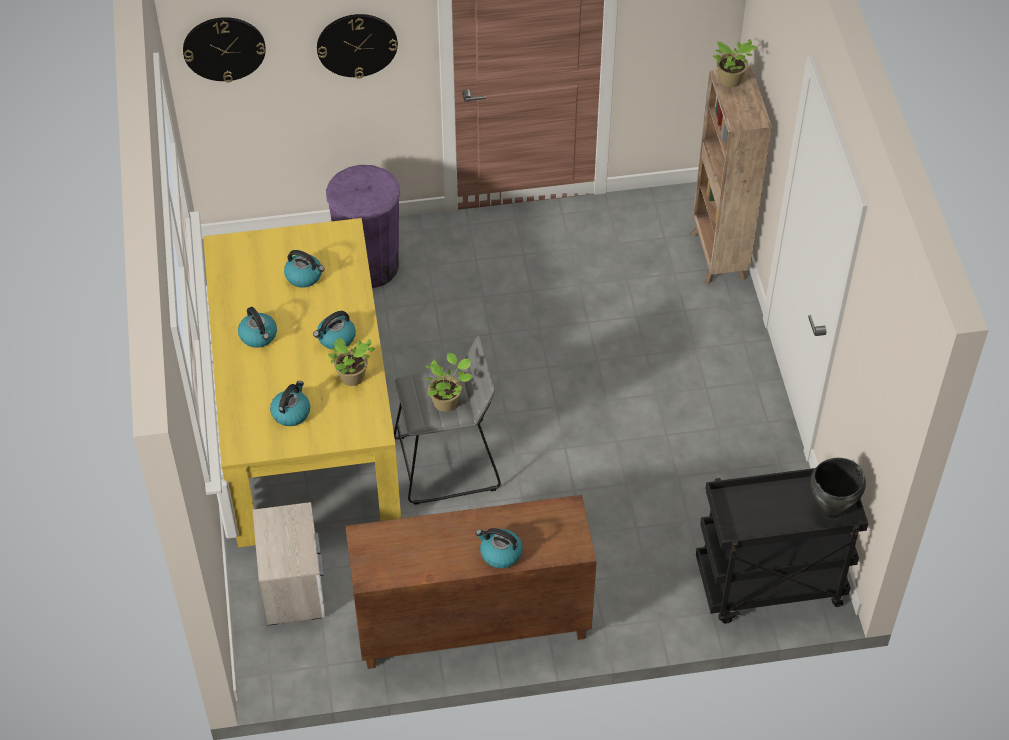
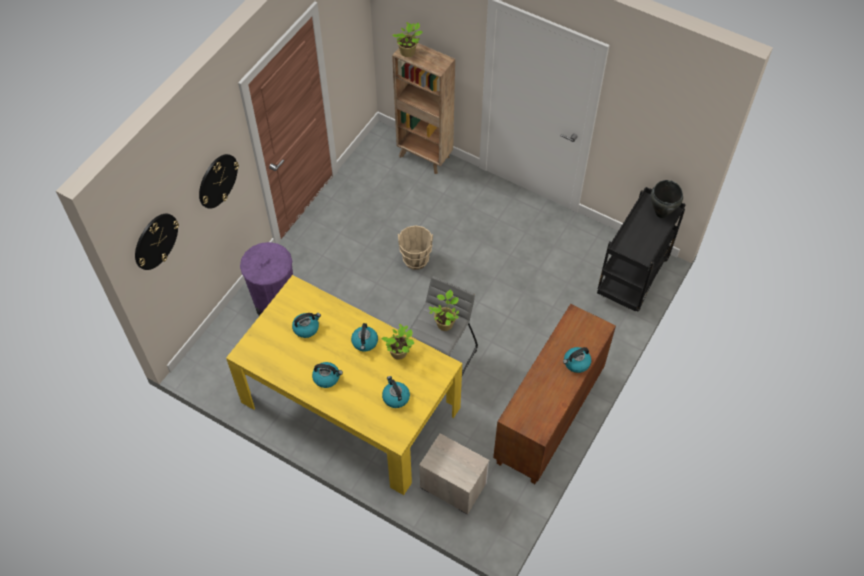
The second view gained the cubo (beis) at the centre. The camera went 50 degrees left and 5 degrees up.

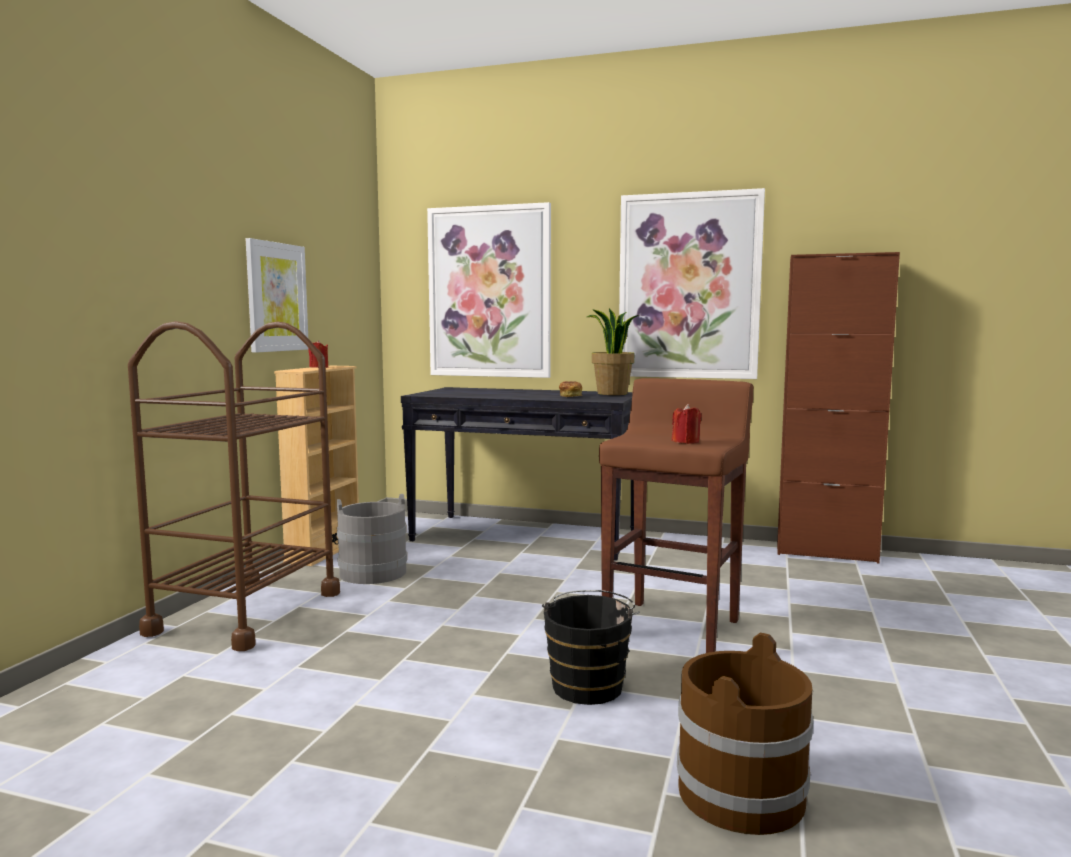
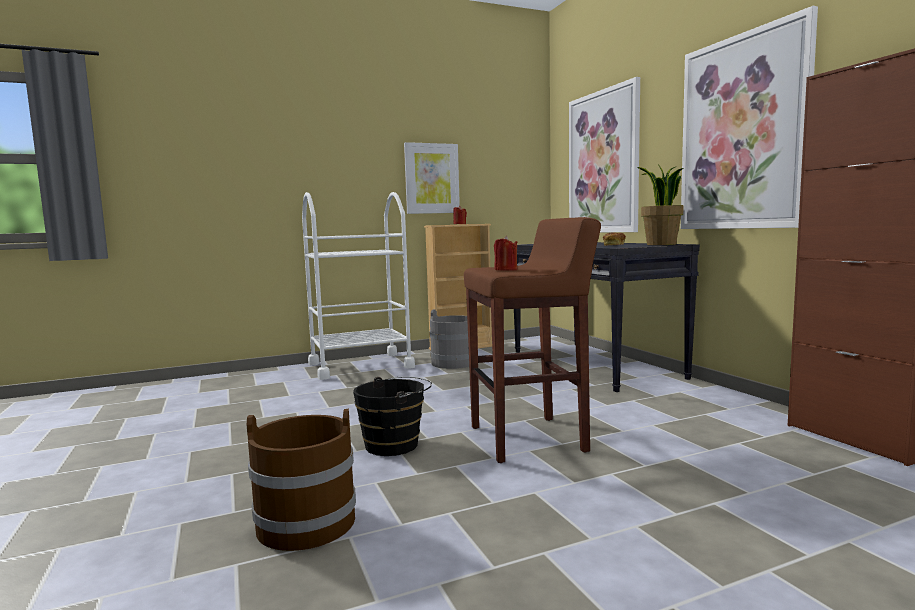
What was the carrito (marrón) at the middle left turned into the carrito (blanco) at the centre. The camera went 50 degrees right and 0 degrees up.

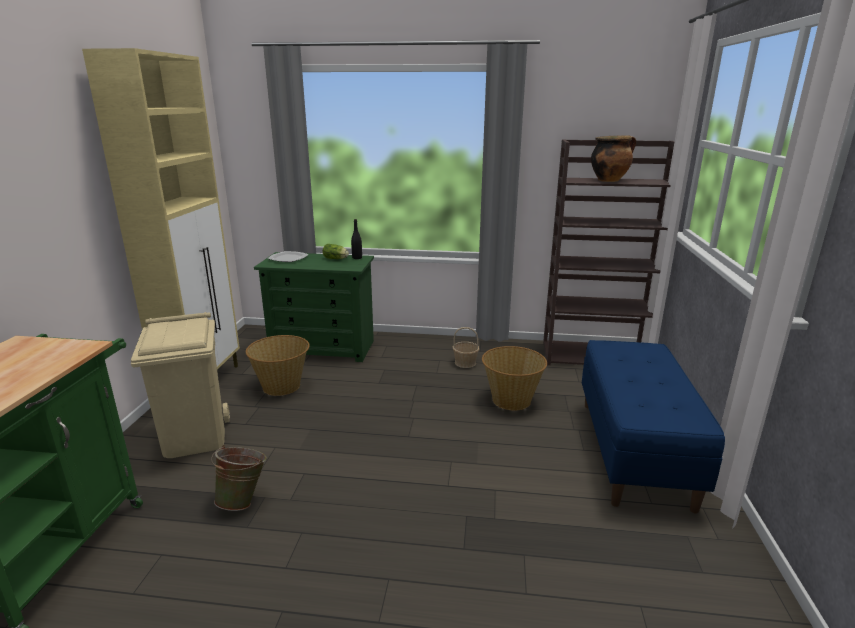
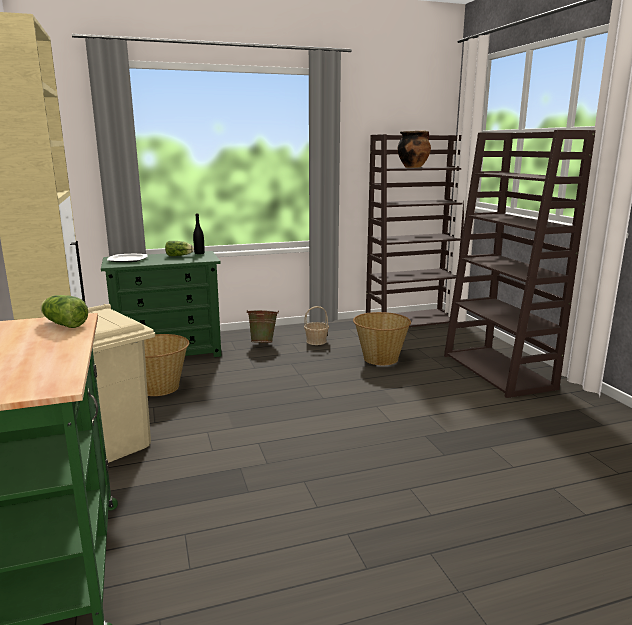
The second view gained the lechuga (1st from left) at the middle left. The cubo (verde) ended up elsewhere, having gone from the bottom left to the centre. Where the banco (azul) stood at the bottom right, the estantería (marrón) (2nd from left) came to stand at the middle right. The camera went 25 degrees left and 5 degrees down.

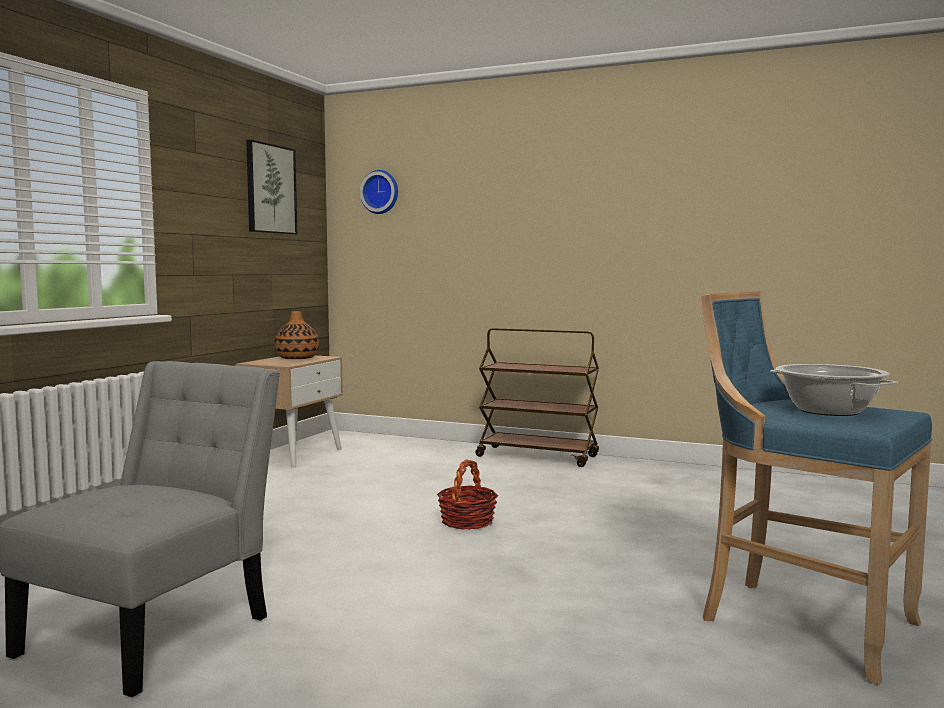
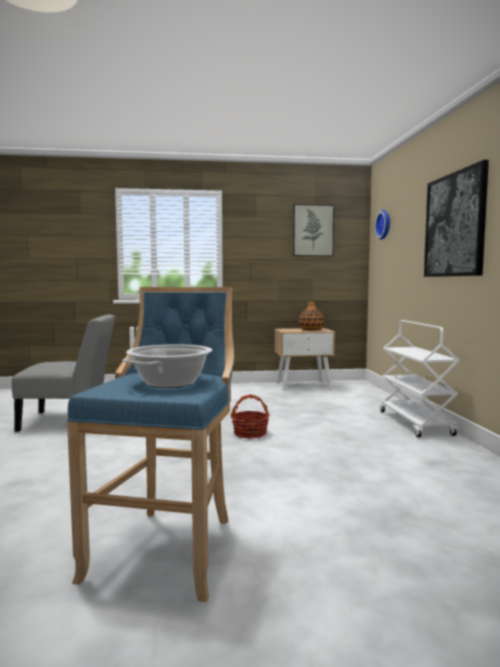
The second view gained the cuadro (2nd from left) at the top right. What was the carrito (marrón) at the centre turned into the carrito (blanco) at the middle right. The camera went 60 degrees right and 0 degrees up.

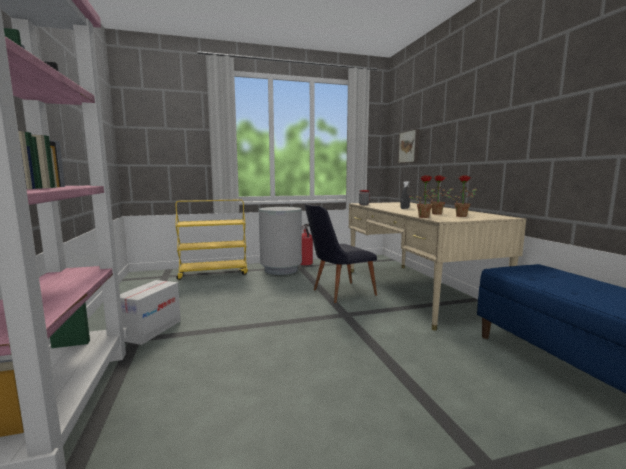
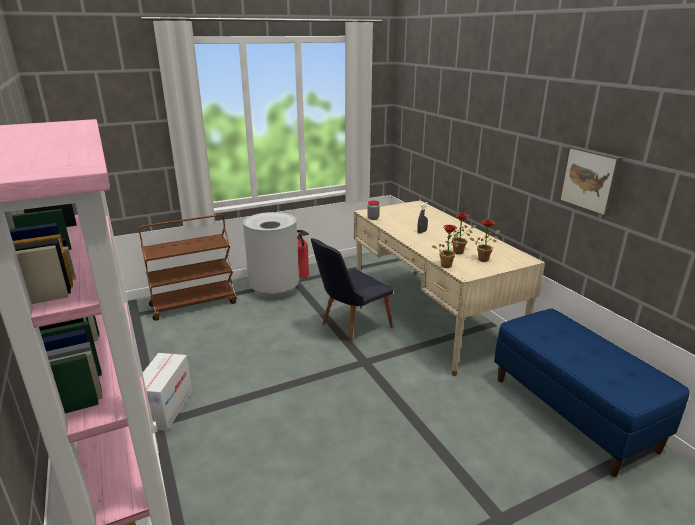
The cuadro ended up elsewhere, having gone from the top centre to the middle right. What was the carrito (amarillo) at the centre turned into the carrito (marrón) at the middle left. The camera went 10 degrees left and 15 degrees up.

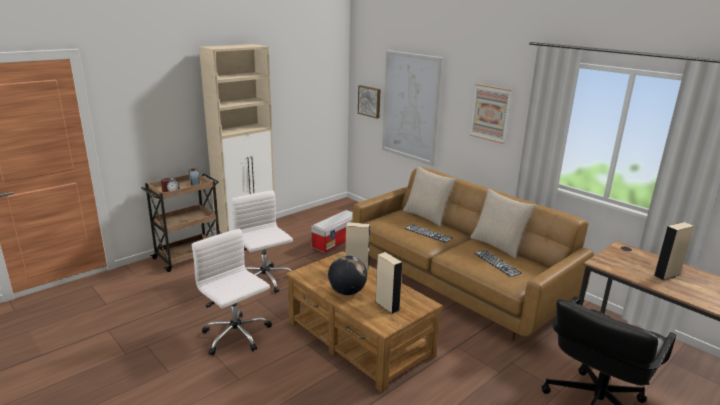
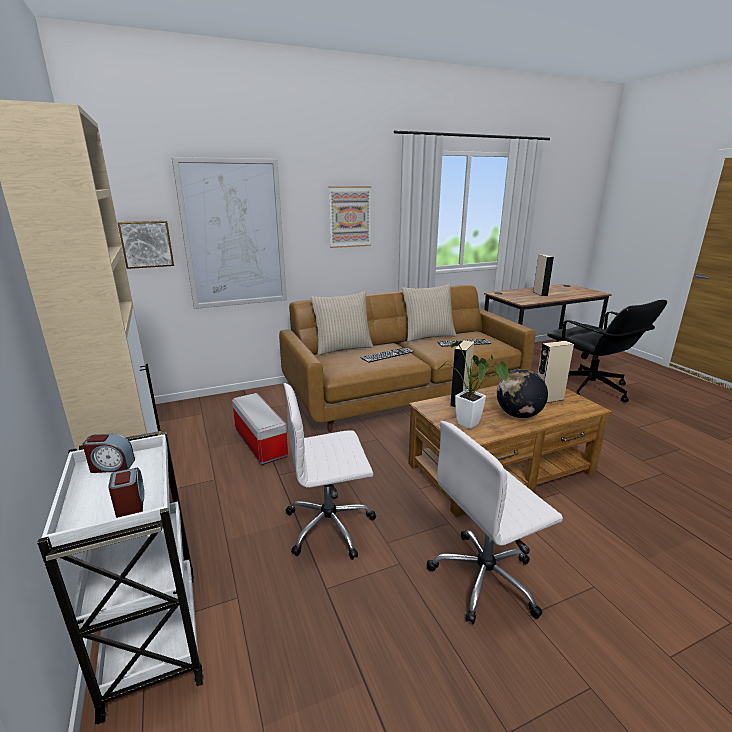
The second view gained the planta en maceta at the centre. What was the carrito (marrón) at the middle left turned into the carrito (blanco) at the bottom left. The camera went 70 degrees left and 0 degrees up.

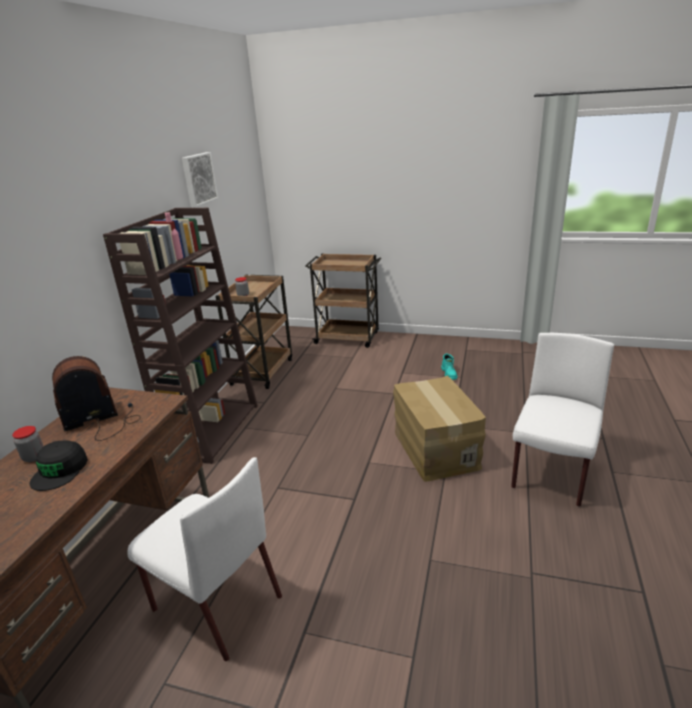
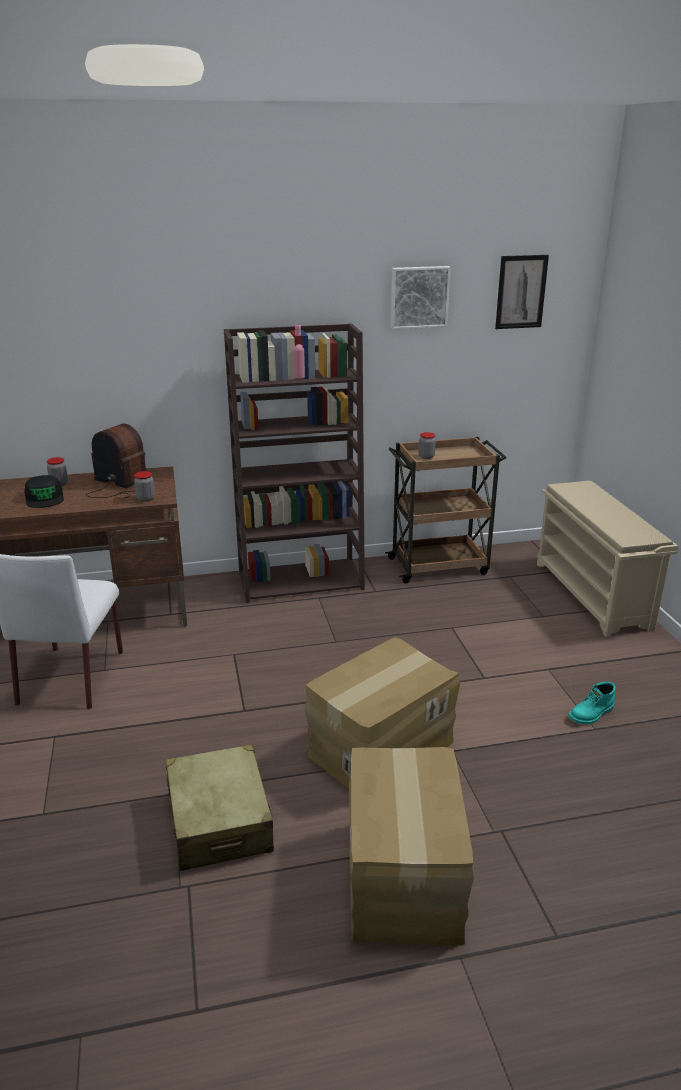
The second view gained the tarro (2nd from left) at the middle left. The second view gained the maleta (beis) at the bottom left. The second view gained the cuadro (2nd from left) at the top right. Where the carrito (marrón) (2nd from left) stood at the centre, the zapatero (beis) came to stand at the middle right. Where the silla (blanco) (2nd from left) stood at the middle right, the caja de cartón (2nd from left) came to stand at the bottom centre. The gorra (negro) at the middle left ended up facing another way, 90 degrees counterclockwise from before. The camera went 60 degrees right and 0 degrees up.

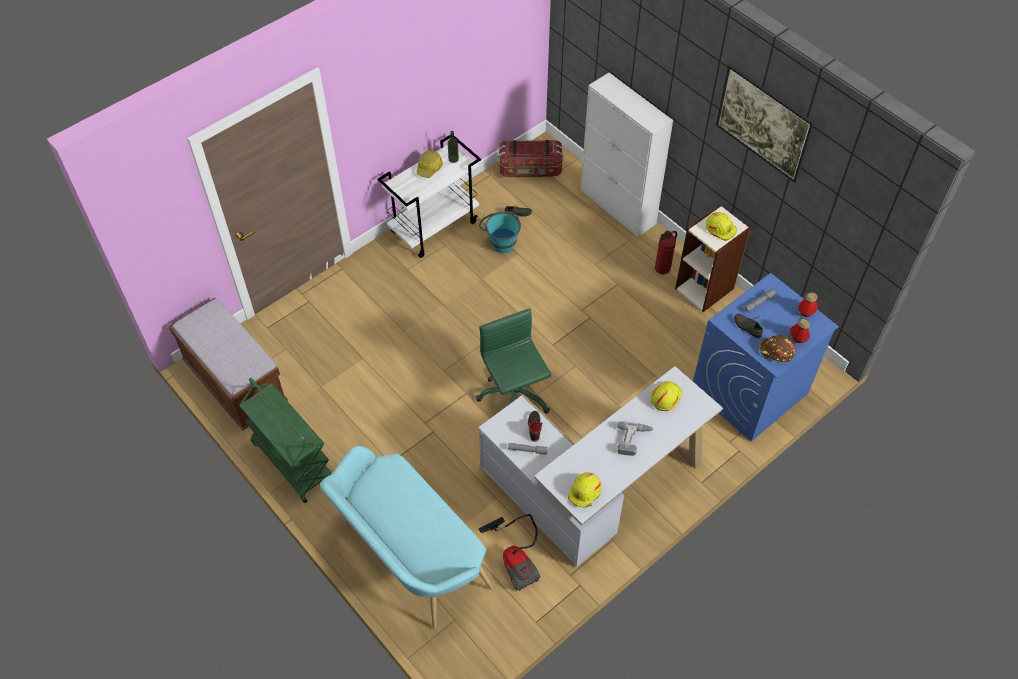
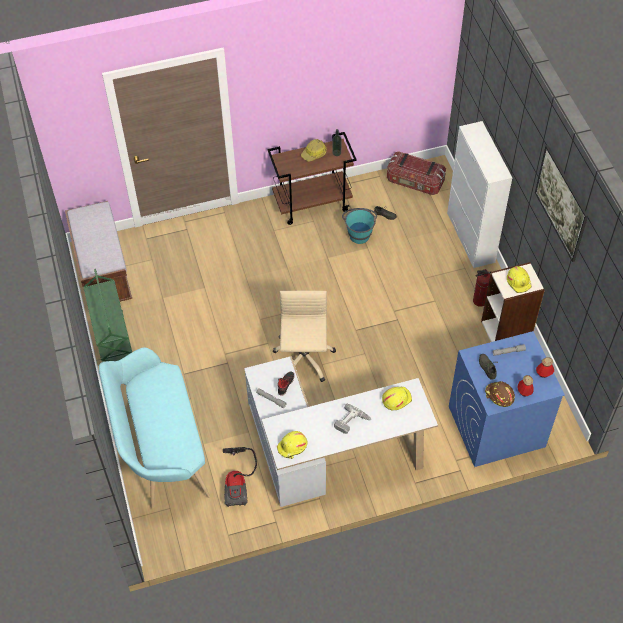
What was the carrito (blanco) at the top centre turned into the carrito (marrón) at the top centre. What was the silla de oficina (verde) at the centre turned into the silla de oficina (beis) at the centre. The camera went 25 degrees right and 0 degrees up.

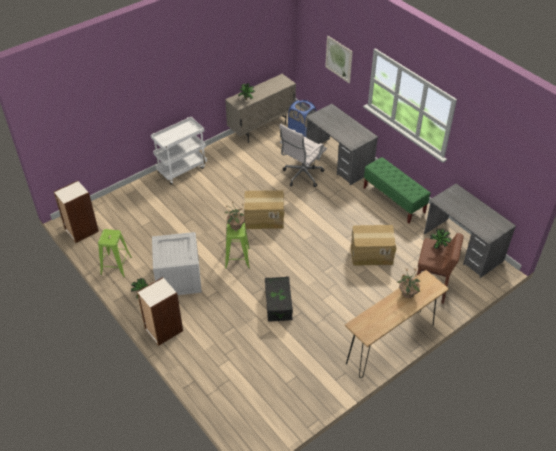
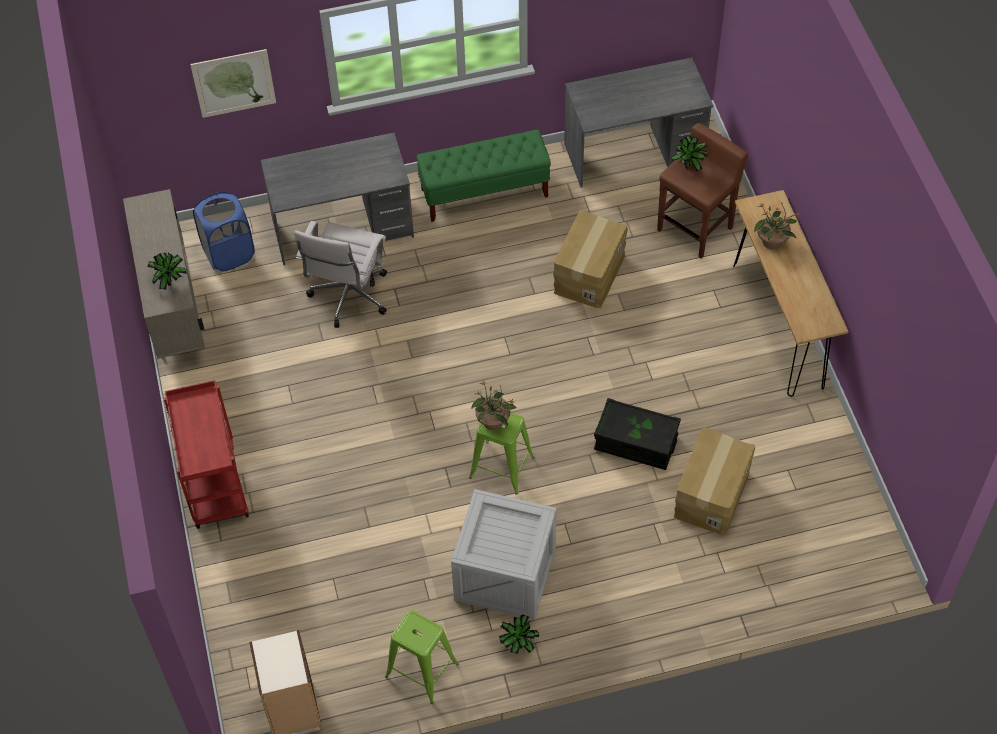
The second view lost the estantería (2nd from left) at the bottom left. The caja de cartón (1st from left in the first image) ended up elsewhere, having gone from the centre to the middle right. What was the carrito (blanco) at the middle left turned into the carrito (rojo) at the middle left. The silla de oficina (blanco) at the centre ended up facing another way, 45 degrees clockwise from before. The camera went 65 degrees left and 10 degrees up.

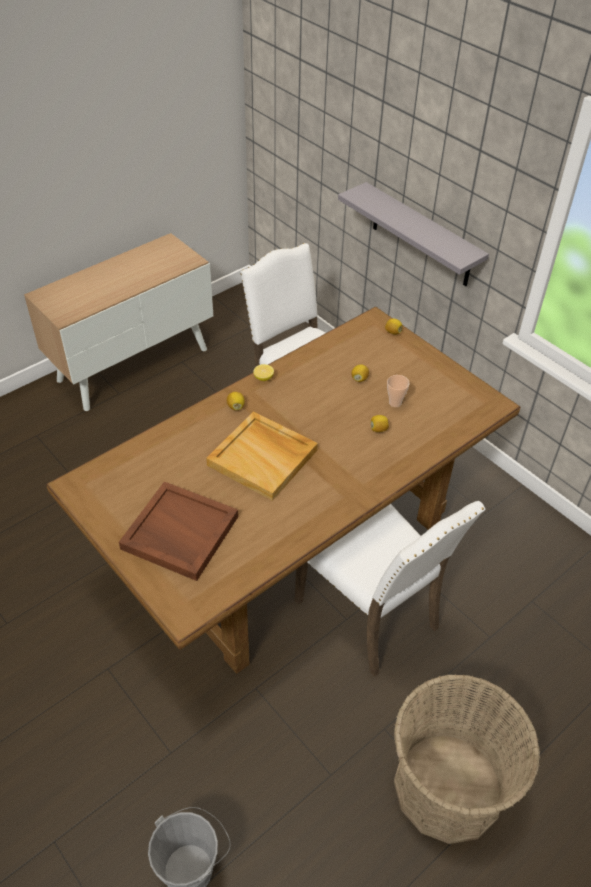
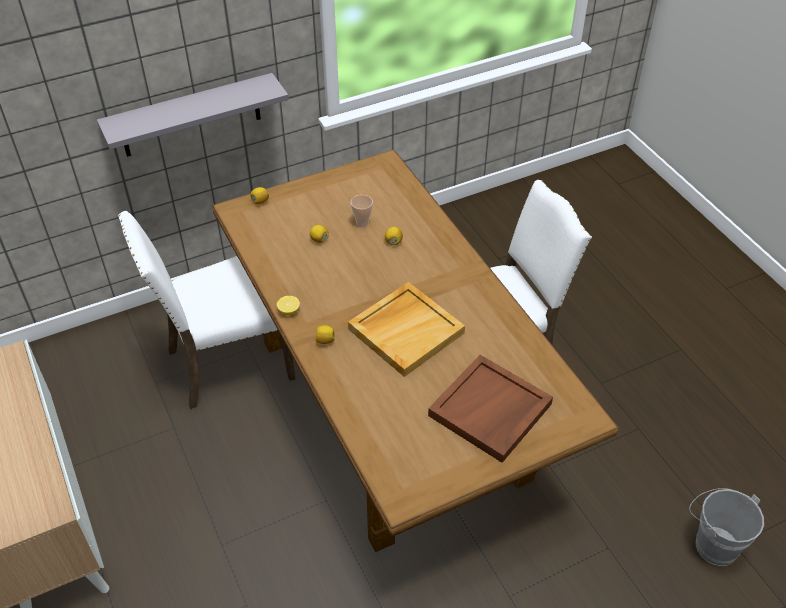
The second view lost the cesta at the bottom right. The camera went 75 degrees left and 0 degrees up.

